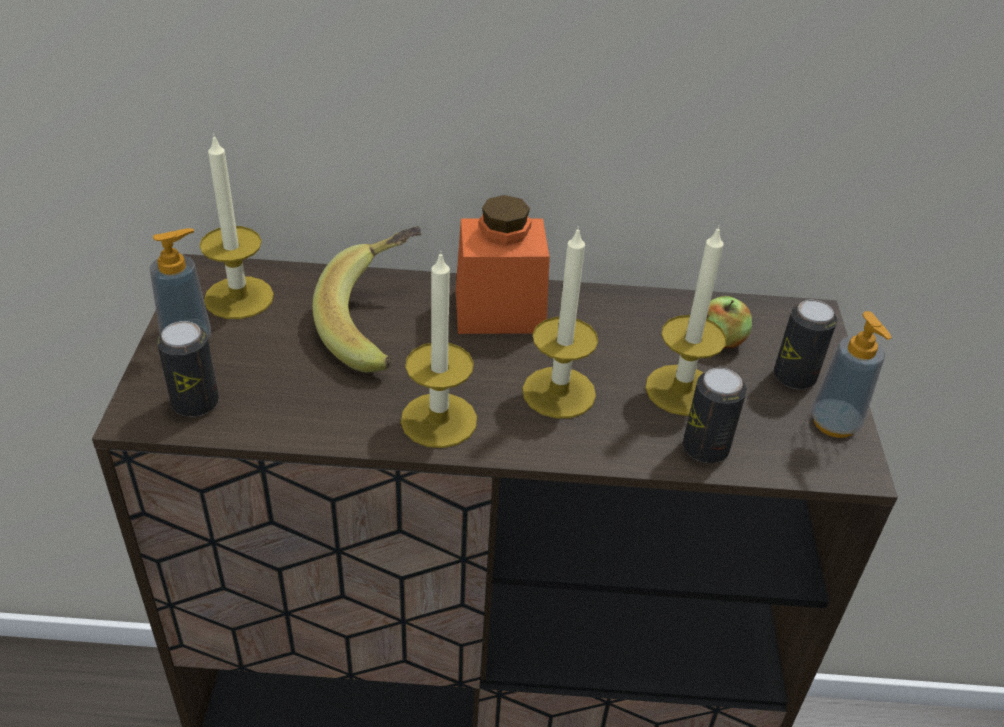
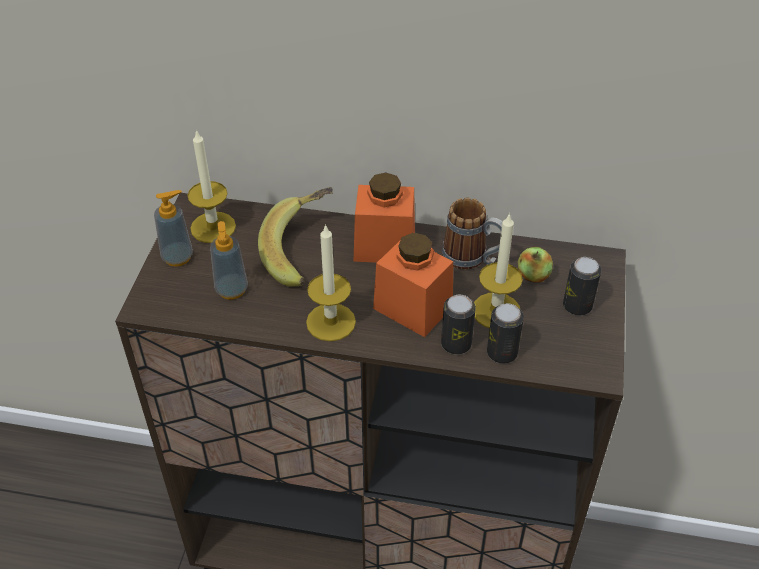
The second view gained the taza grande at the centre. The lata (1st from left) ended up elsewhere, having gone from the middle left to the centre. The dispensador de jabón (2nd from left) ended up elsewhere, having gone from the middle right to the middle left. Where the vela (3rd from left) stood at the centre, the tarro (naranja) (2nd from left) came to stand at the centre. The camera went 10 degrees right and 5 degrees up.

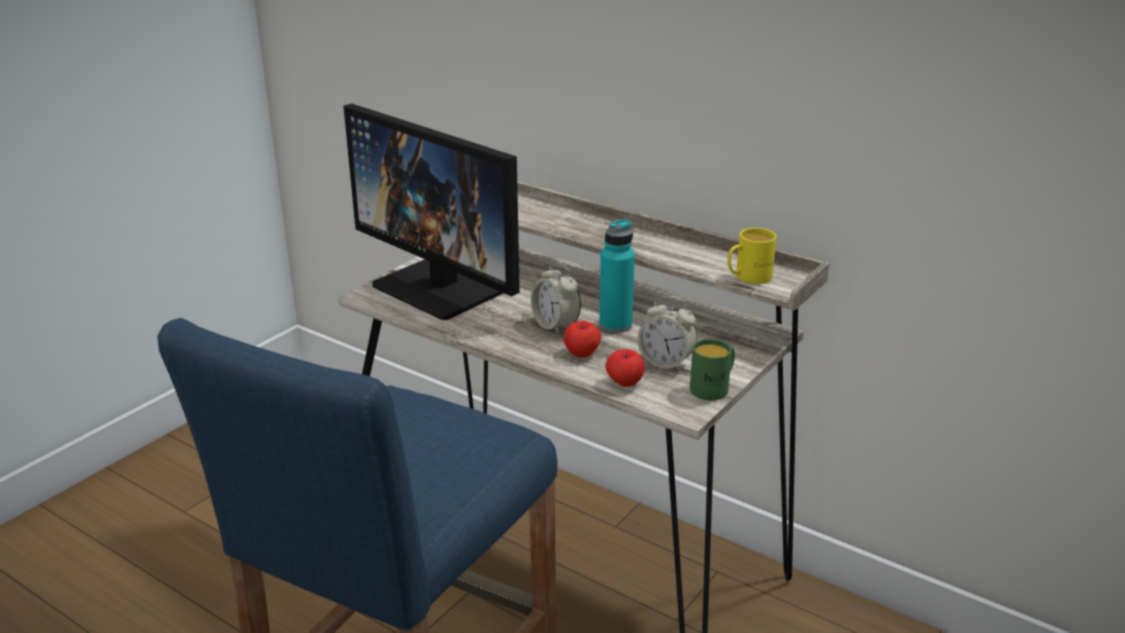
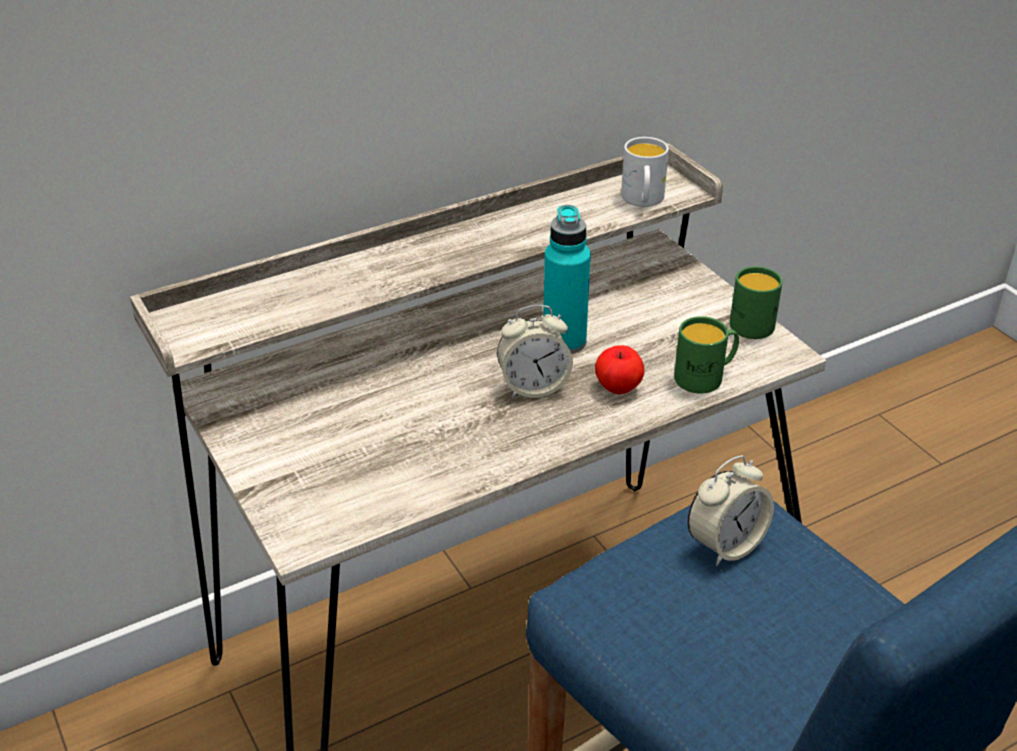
The second view lost the monitor at the centre. The despertador (2nd from left) ended up elsewhere, having gone from the centre to the bottom right. Where the manzana (2nd from left) stood at the centre, the taza grande (verde) (1st from left) came to stand at the middle right. What was the taza grande (amarillo) at the middle right turned into the taza grande (blanco) at the top centre. The camera went 65 degrees left and 10 degrees up.

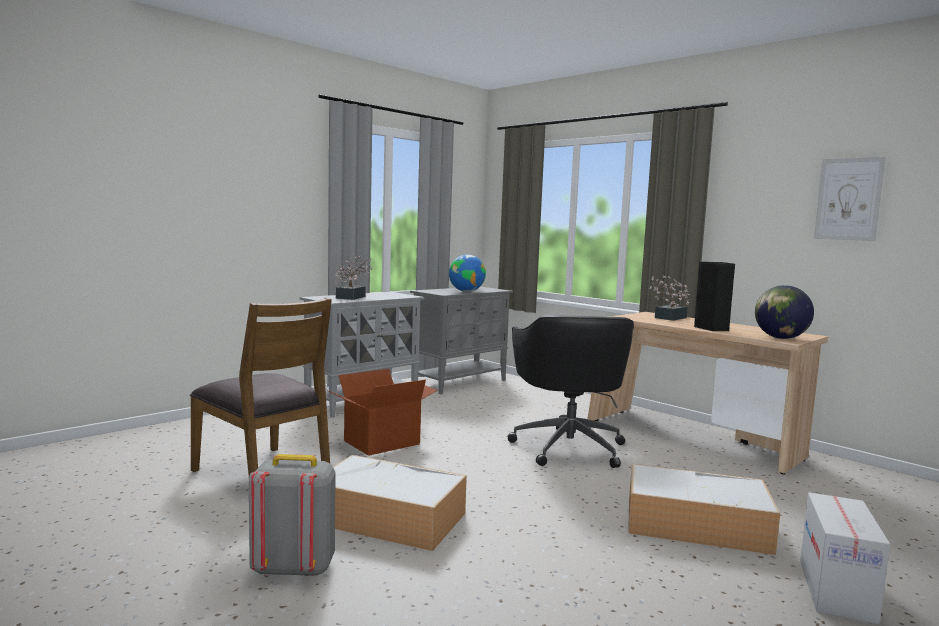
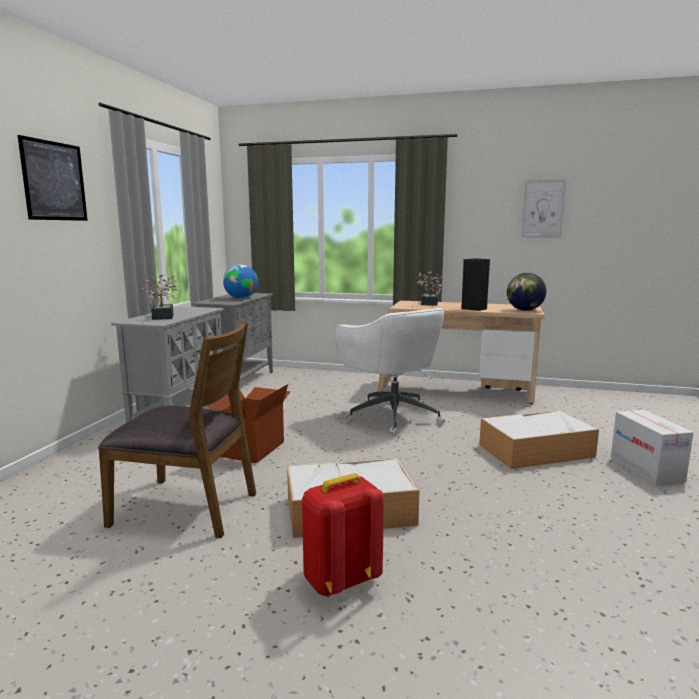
The second view gained the cuadro (1st from left) at the top left. What was the mochila (gris) at the bottom left turned into the mochila (rojo) at the bottom centre. What was the silla de oficina (negro) at the centre turned into the silla de oficina (blanco) at the centre. The camera went 30 degrees left and 5 degrees up.

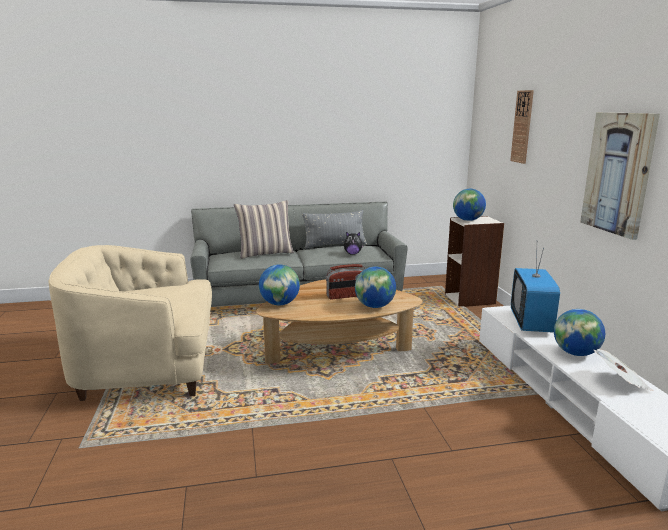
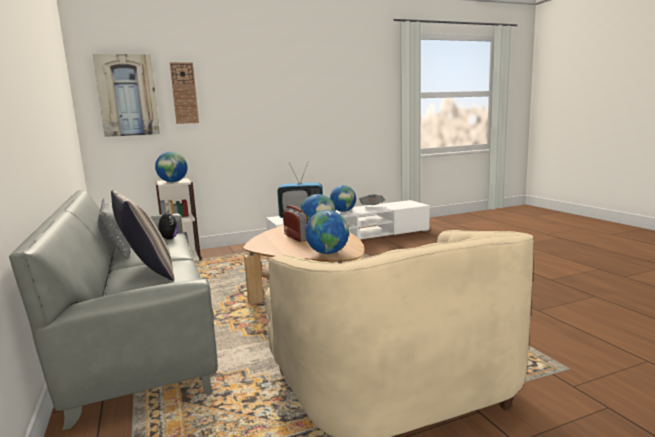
The cuadro ended up elsewhere, having gone from the top right to the top left. The camera went 100 degrees left and 5 degrees down.

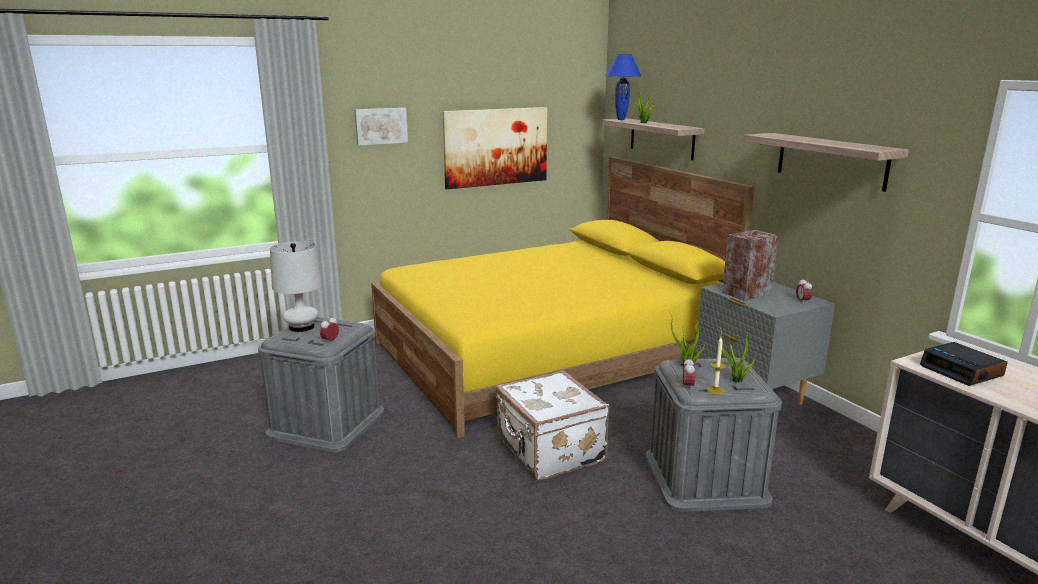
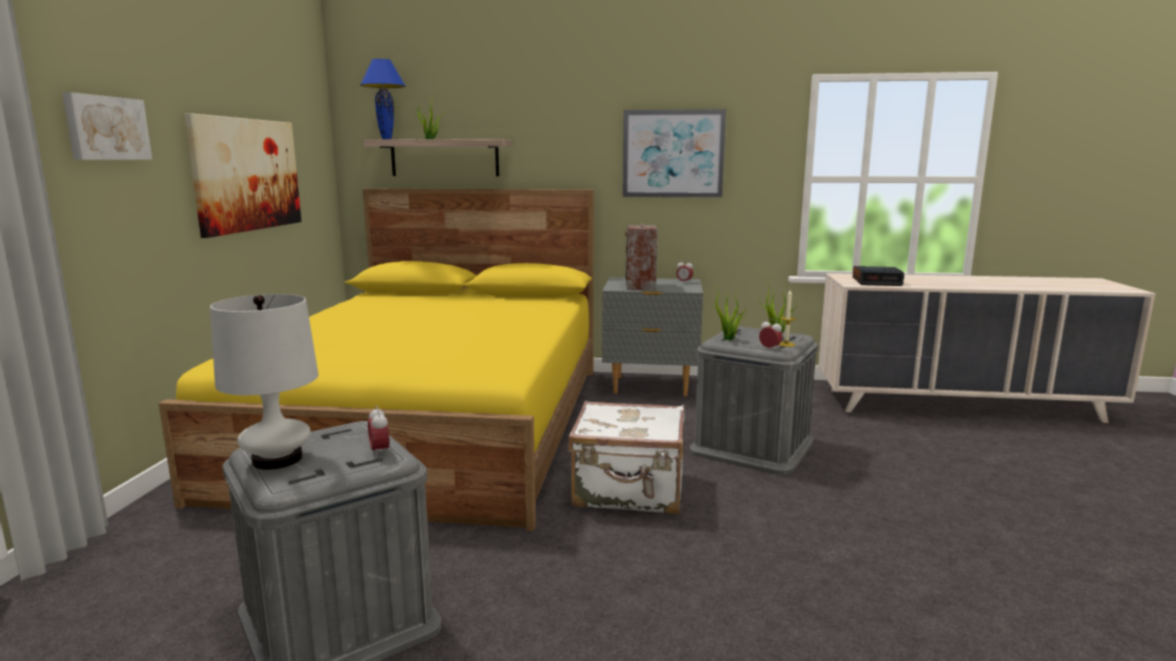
Where the estante (2nd from left) hung at the top right, the cuadro (3rd from left) came to hang at the top centre. The camera went 55 degrees left and 5 degrees down.

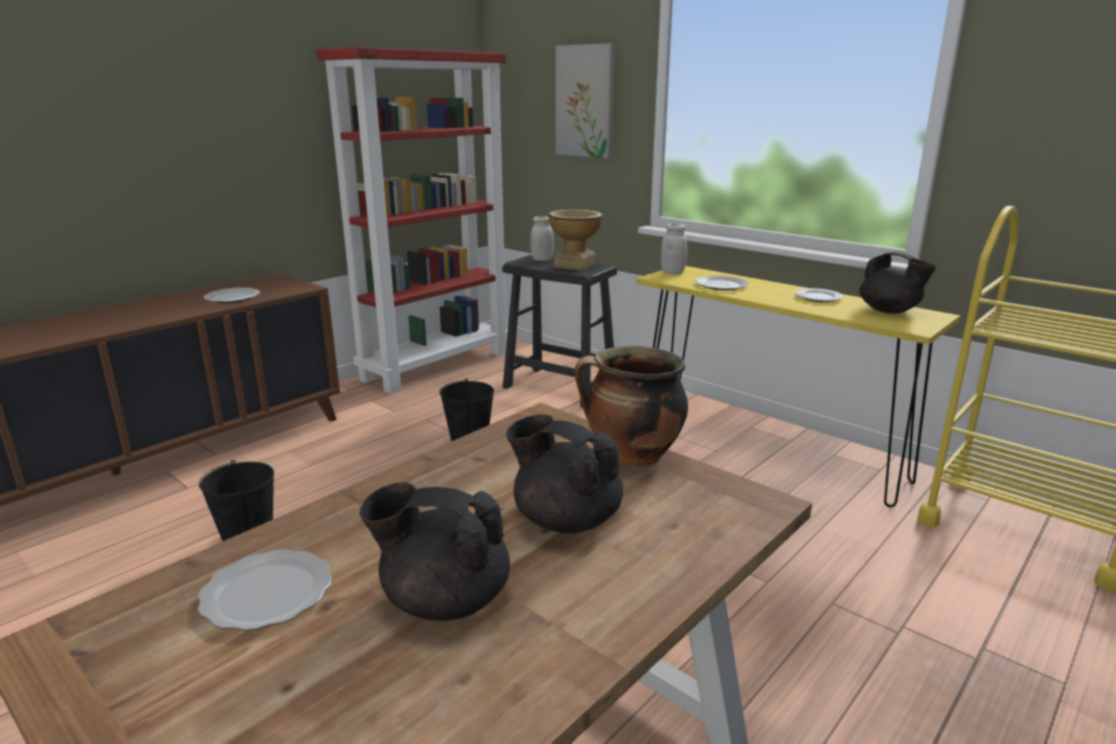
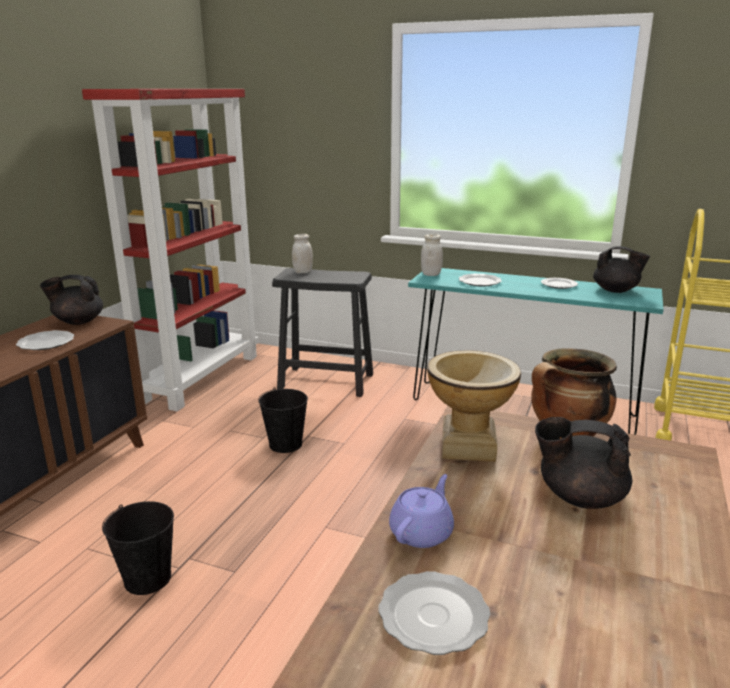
The second view lost the cuadro at the top centre. The second view gained the tetera (morado) at the bottom centre. The tetera (negro) (1st from left) ended up elsewhere, having gone from the bottom centre to the middle left. The florero ended up elsewhere, having gone from the top centre to the centre. What was the mesa consola (amarillo) at the middle right turned into the mesa consola (turquesa) at the middle right. The camera went 20 degrees left and 0 degrees up.

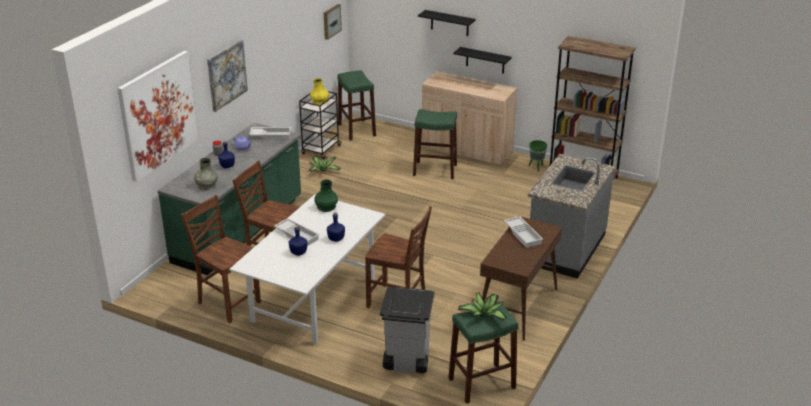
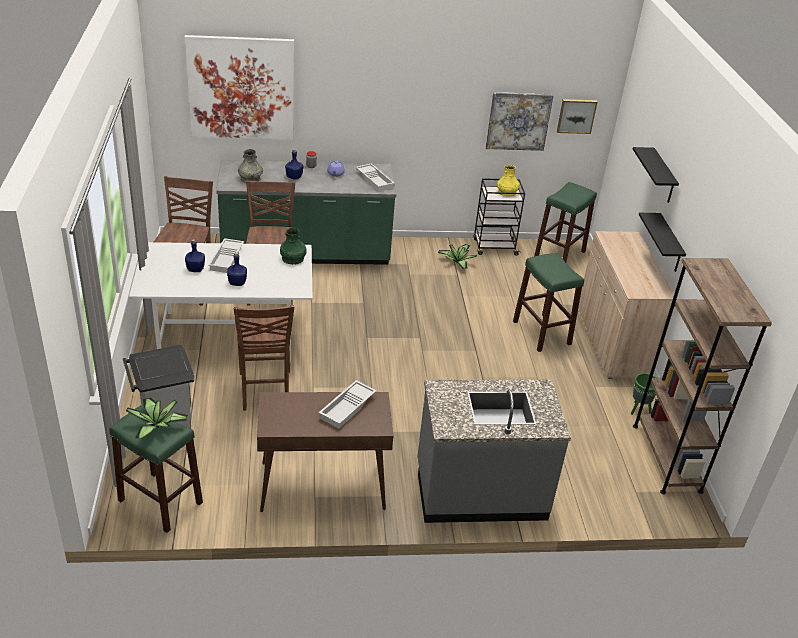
The cuadro (2nd from left) ended up elsewhere, having gone from the top left to the top centre. The camera went 55 degrees right and 5 degrees up.

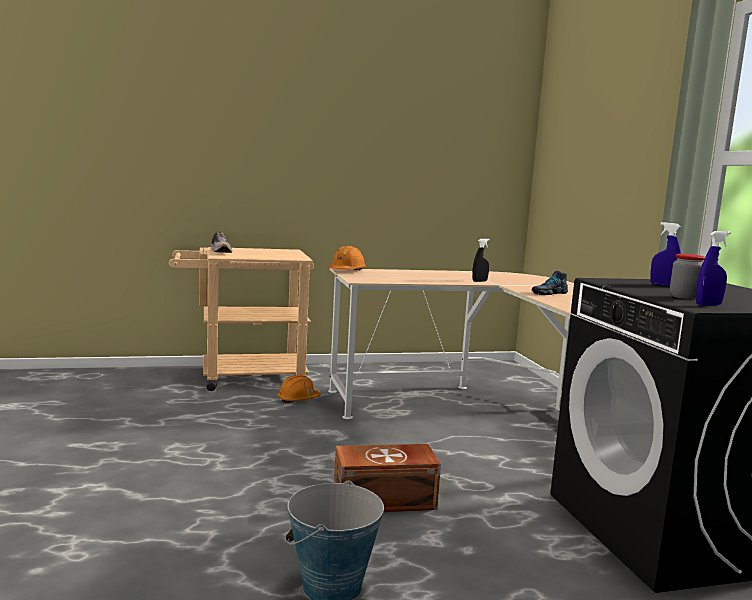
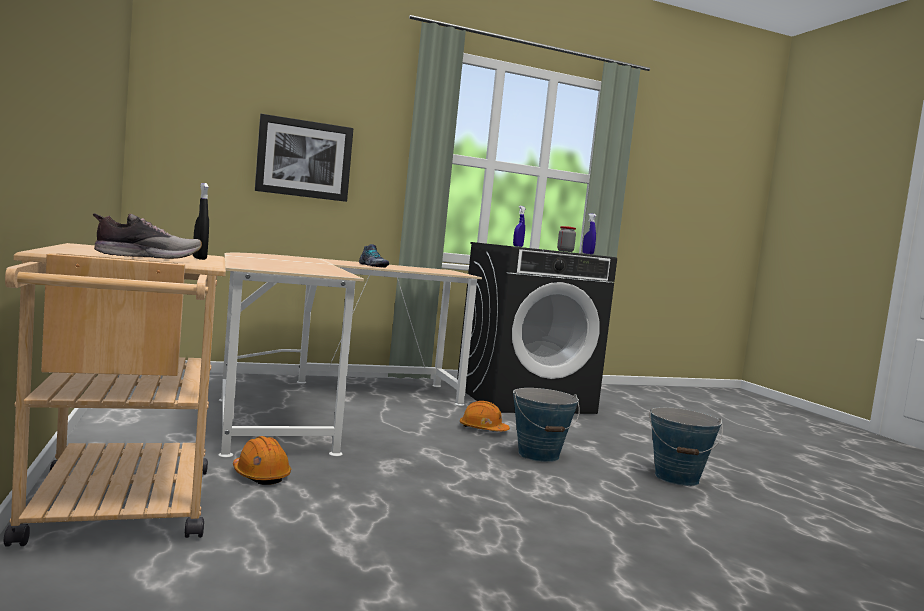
The second view gained the cuadro at the top left. The casco (naranja) (2nd from left) ended up elsewhere, having gone from the centre to the bottom centre. The pulverizador (negro) ended up elsewhere, having gone from the centre to the middle left. Where the caja de almacenaje (marrón) stood at the bottom centre, the cubo (1st from left) came to stand at the bottom centre. The camera went 95 degrees left and 5 degrees down.

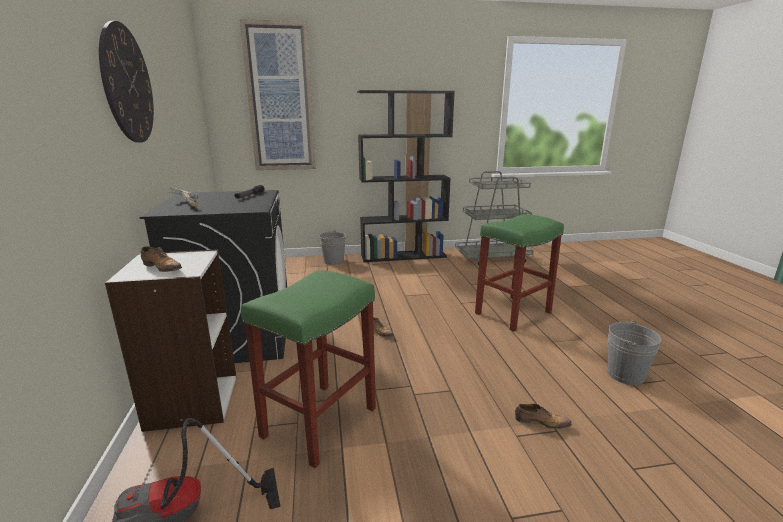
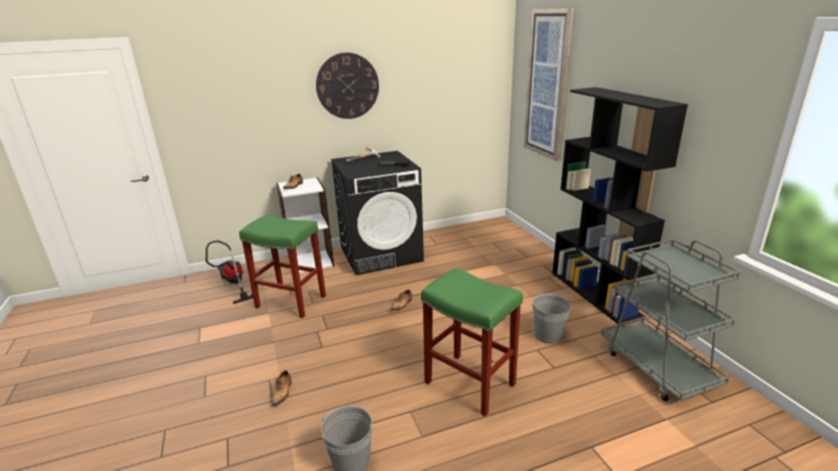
The cubo (gris) (1st from left in the first image) ended up elsewhere, having gone from the centre to the bottom centre. The camera went 80 degrees right and 5 degrees up.

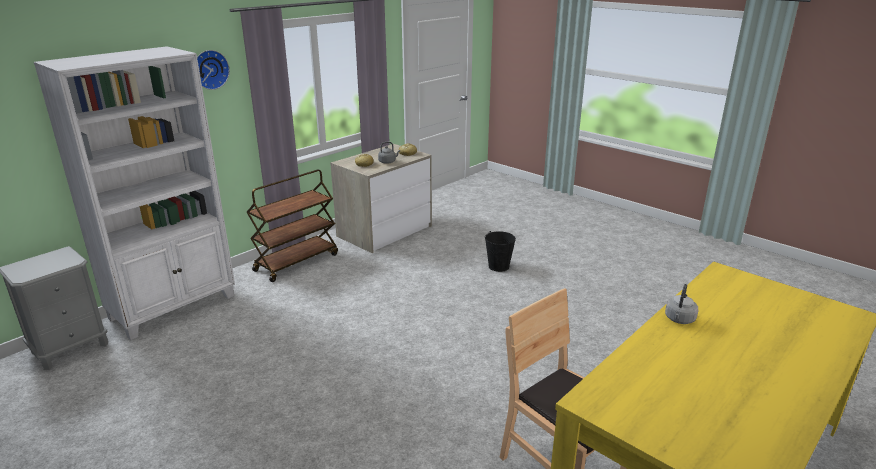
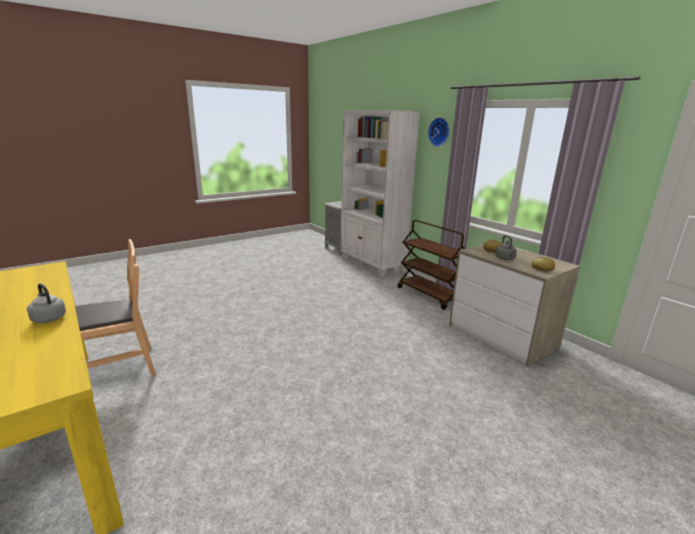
The second view lost the cubo (negro) at the centre. The camera went 100 degrees right and 5 degrees down.

